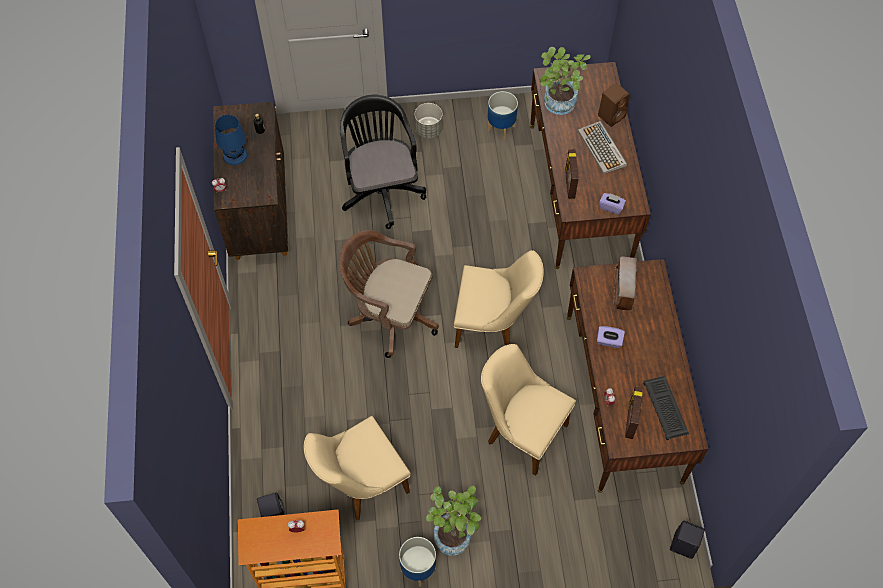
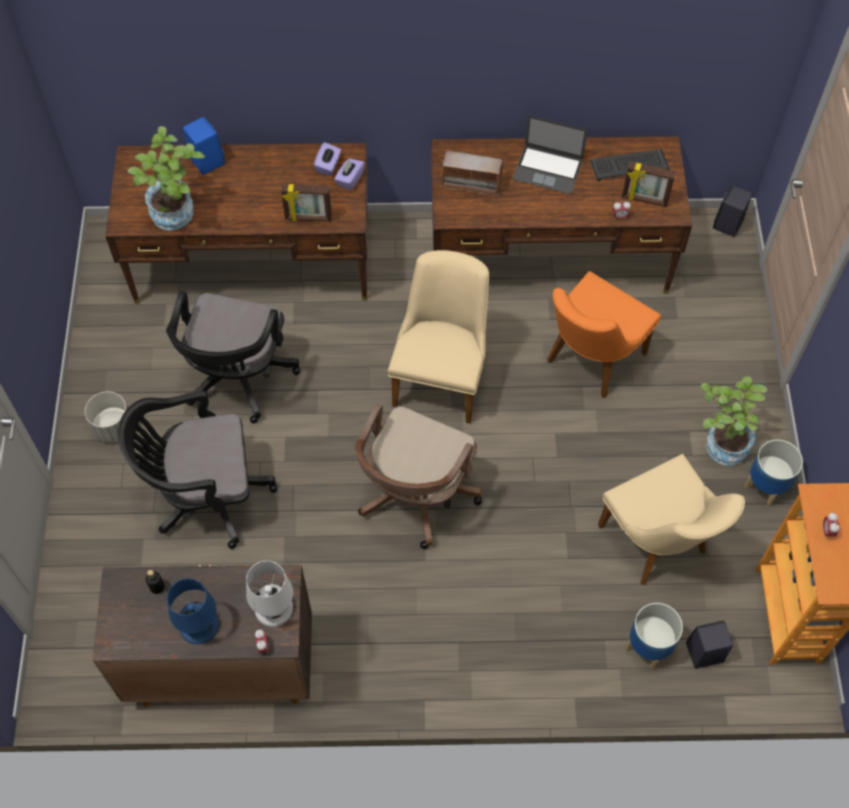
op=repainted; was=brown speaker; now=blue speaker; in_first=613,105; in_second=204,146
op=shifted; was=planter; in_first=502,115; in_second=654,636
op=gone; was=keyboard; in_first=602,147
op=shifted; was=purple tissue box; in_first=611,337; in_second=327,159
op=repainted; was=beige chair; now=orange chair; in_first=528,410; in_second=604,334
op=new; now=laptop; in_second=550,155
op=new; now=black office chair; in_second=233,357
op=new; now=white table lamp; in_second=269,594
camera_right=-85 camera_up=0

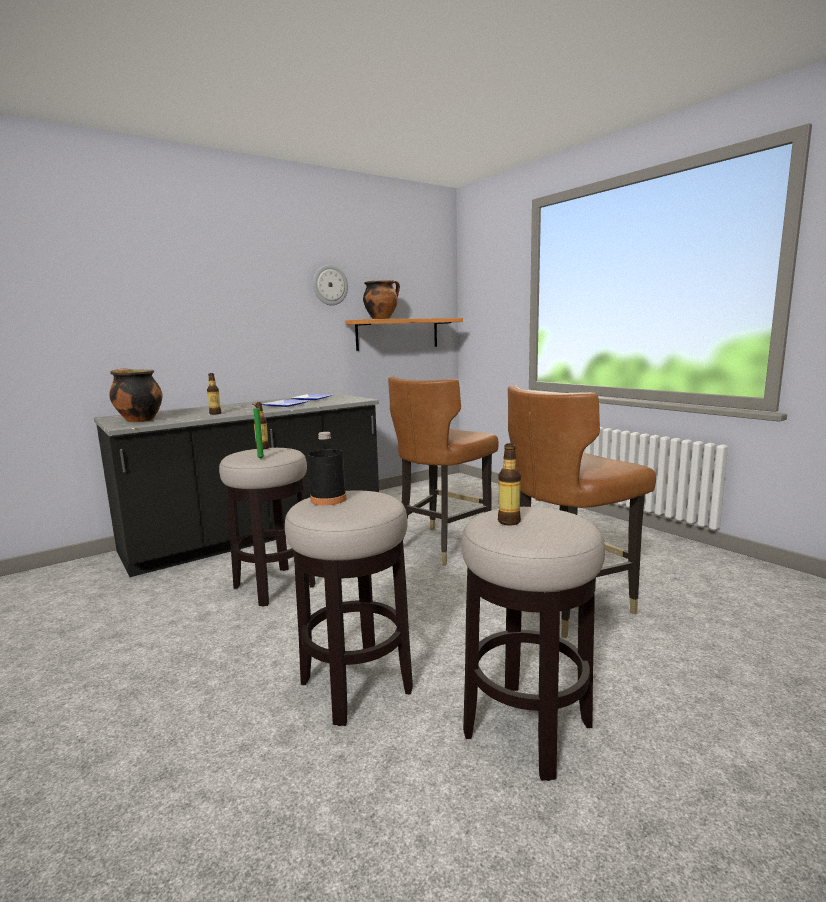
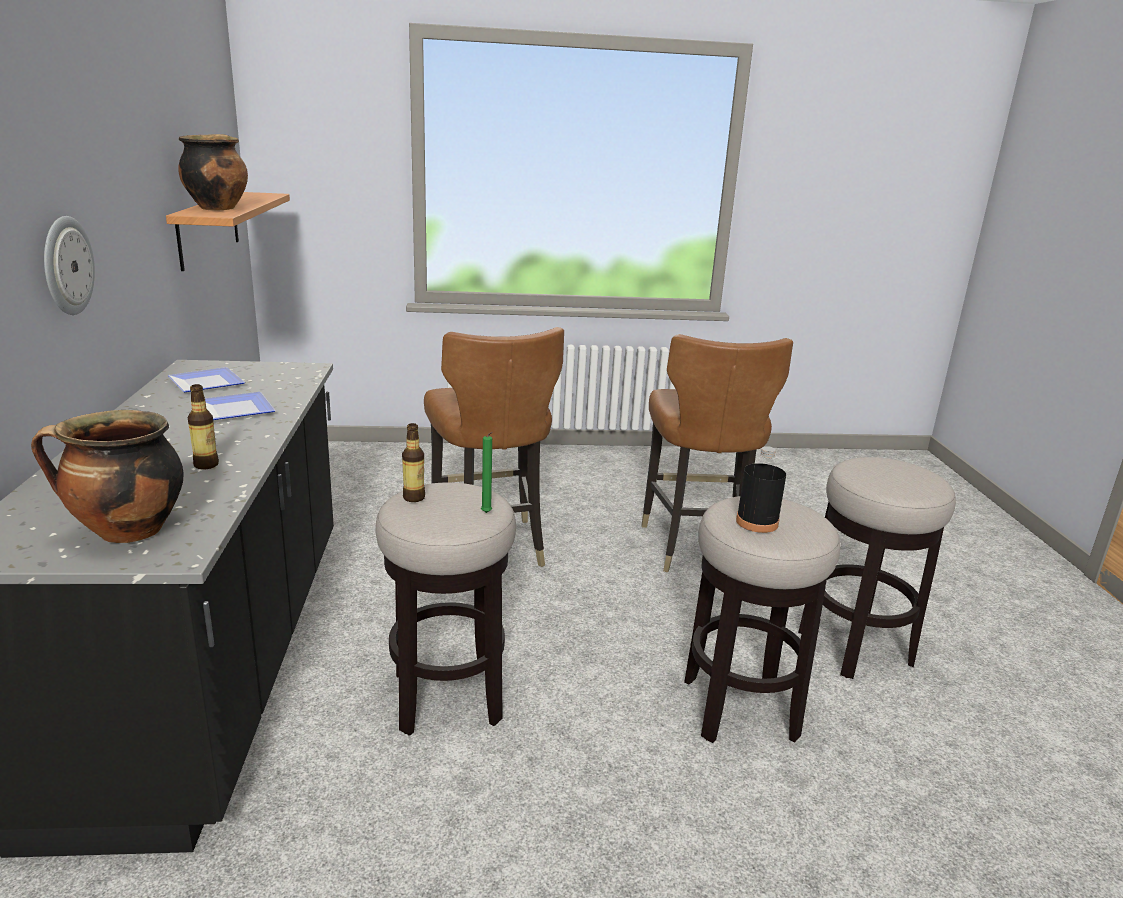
op=shifted; was=wall clock; in_first=330,285; in_second=69,265
op=gone; was=bottle; in_first=509,484
camera_right=-60 camera_up=10

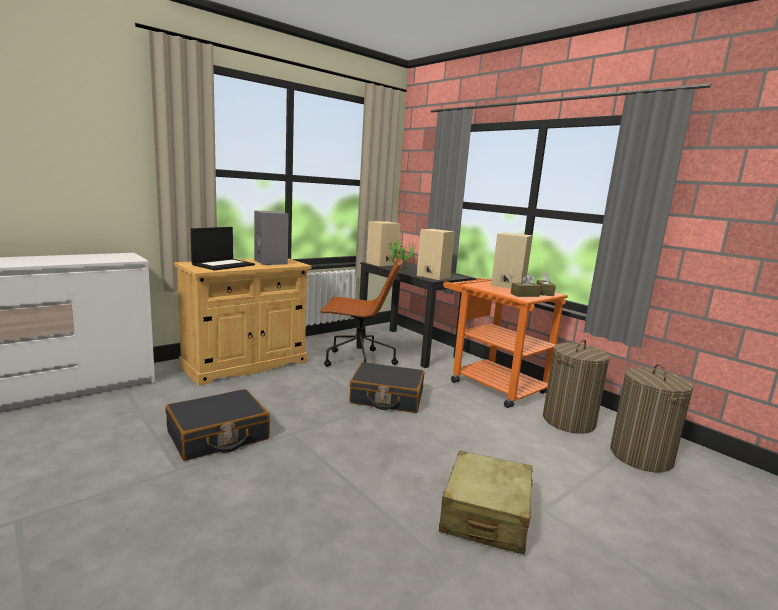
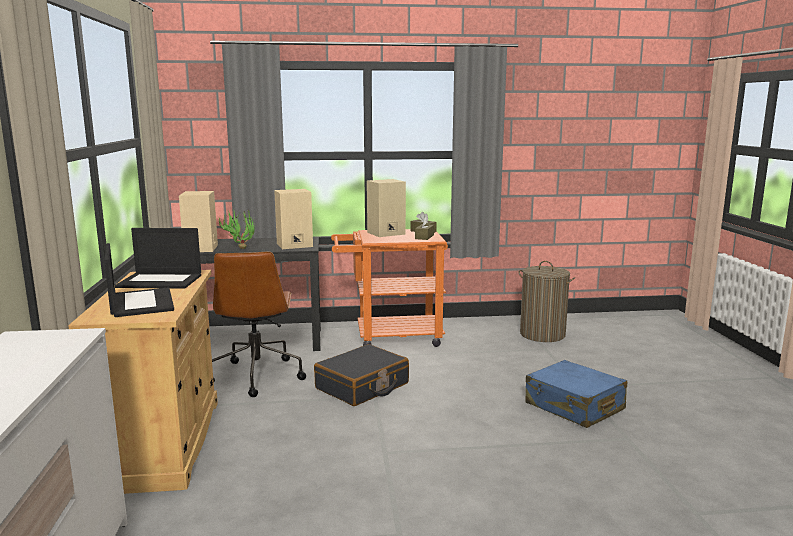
op=swapped; was=grey speaker; now=laptop; in_first=271,238; in_second=158,258
op=rotated; was=brown office chair; in_first=361,312; in_second=259,324; clockwise=135
op=gone; was=laundry basket; in_first=576,387
op=gone; was=black suitcase; in_first=217,425
op=repainted; was=beige suitcase; now=blue suitcase; in_first=485,502; in_second=576,394
camera_right=-55 camera_up=0

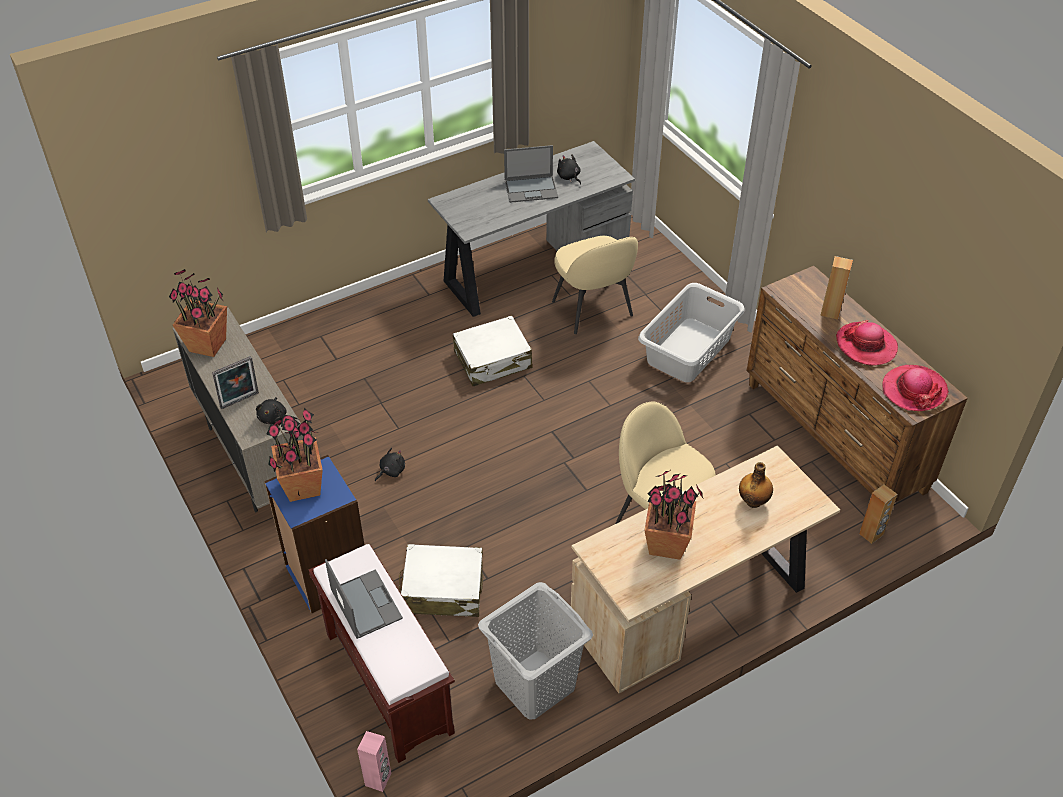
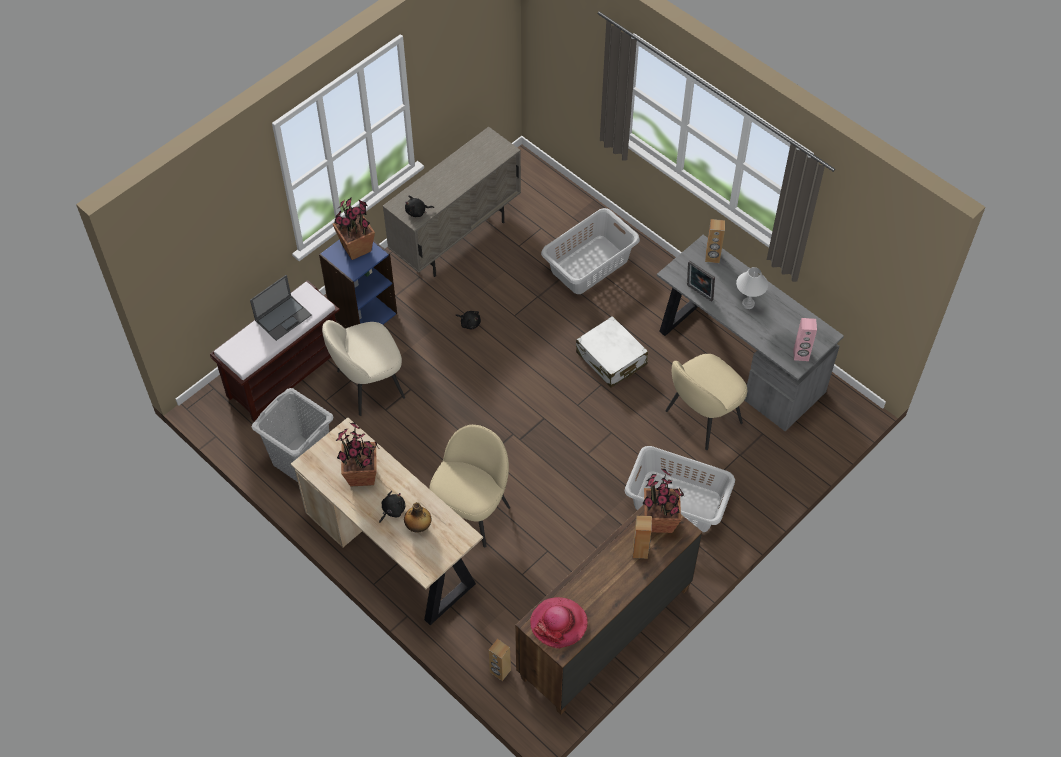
op=swapped; was=laptop; now=white table lamp; in_first=531,174; in_second=752,288
op=shifted; was=black plush toy; in_first=569,169; in_second=392,507
op=shifted; was=potted plant; in_first=198,313; in_second=663,501
op=gone; was=hat; in_first=867,343
op=shifted; was=picture frame; in_first=235,382; in_second=701,281
op=swapped; was=white suitcase; now=beige chair; in_first=441,580; in_second=363,368
op=shifted; was=pink speaker; in_first=374,761; in_second=805,339
op=new; now=grey laundry basket; in_second=590,251
op=new; now=brown speaker; in_second=715,241
camera_right=75 camera_up=10

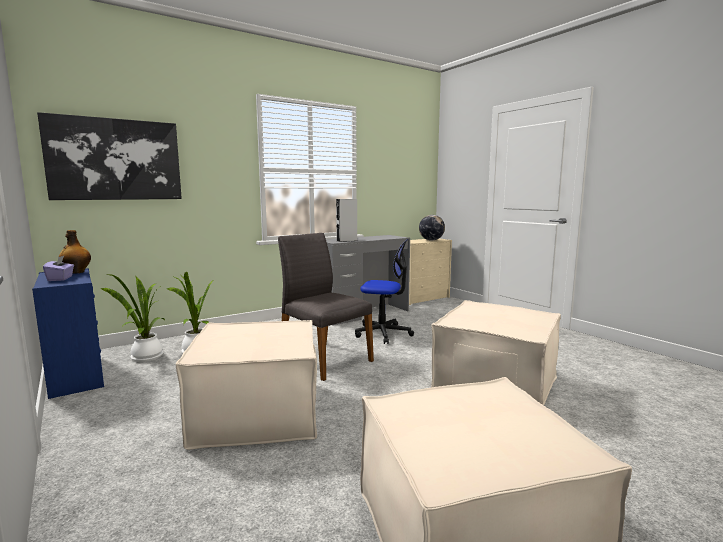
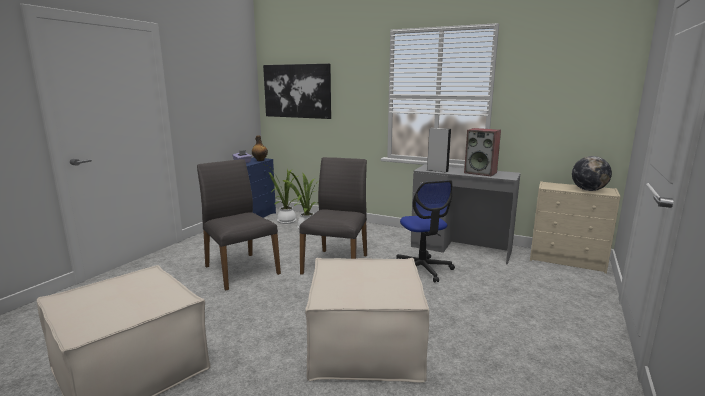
op=swapped; was=beige ottoman; now=grey chair; in_first=246,385; in_second=239,224
op=new; now=speaker; in_second=482,152
camera_right=60 camera_up=5

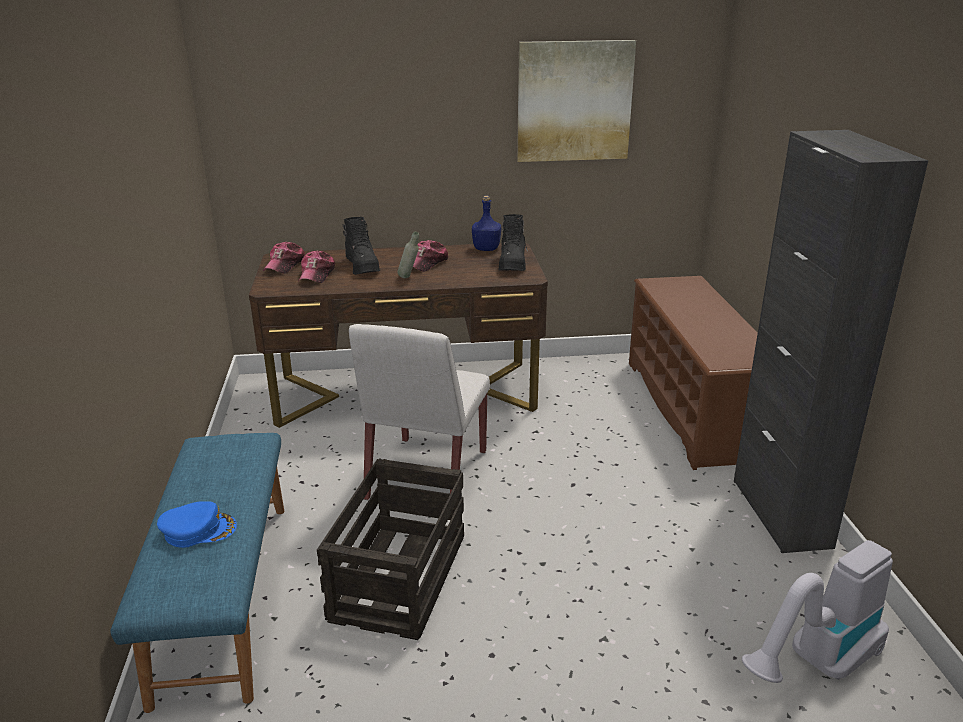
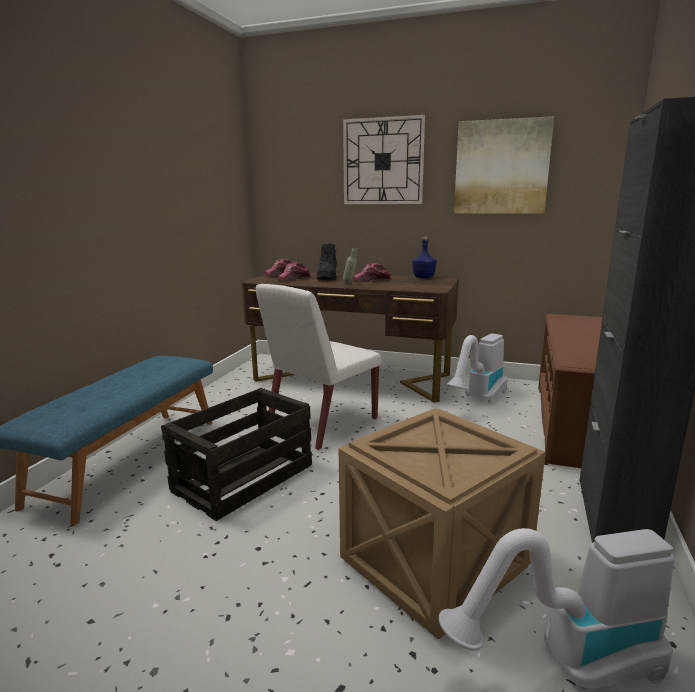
op=gone; was=black boot; in_first=513,242
op=gone; was=blue cap; in_first=197,524
op=new; now=wall clock; in_second=384,159
op=new; now=vacuum cleaner; in_second=477,367
op=new; now=crate; in_second=442,524
camera_right=25 camera_up=-10

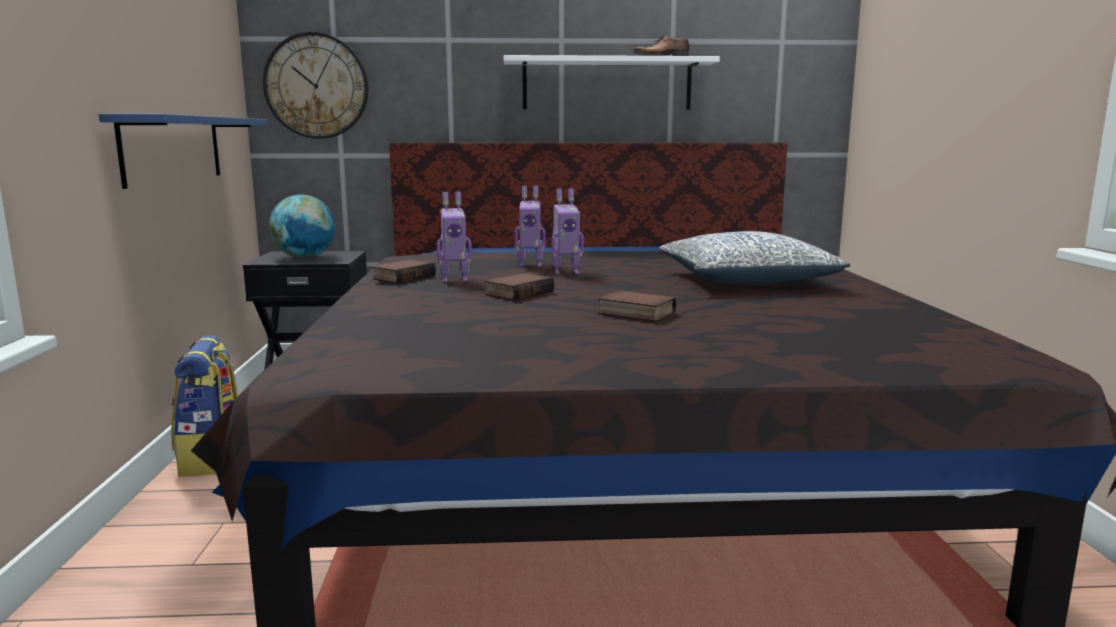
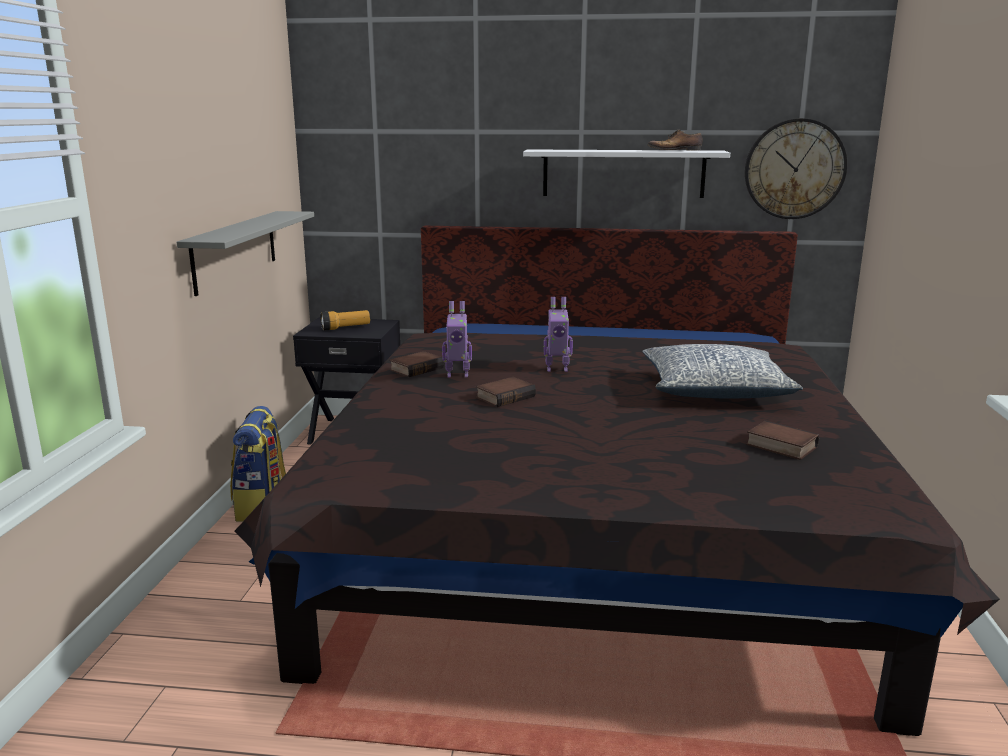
op=shifted; was=wall clock; in_first=315,85; in_second=796,168
op=repainted; was=blue shelf; now=grey shelf; in_first=183,151; in_second=245,253
op=gone; was=toy robot; in_first=530,226
op=swapped; was=globe; now=flashlight; in_first=302,226; in_second=345,320
op=shifted; was=book; in_first=636,306; in_second=782,440
camera_right=10 camera_up=5

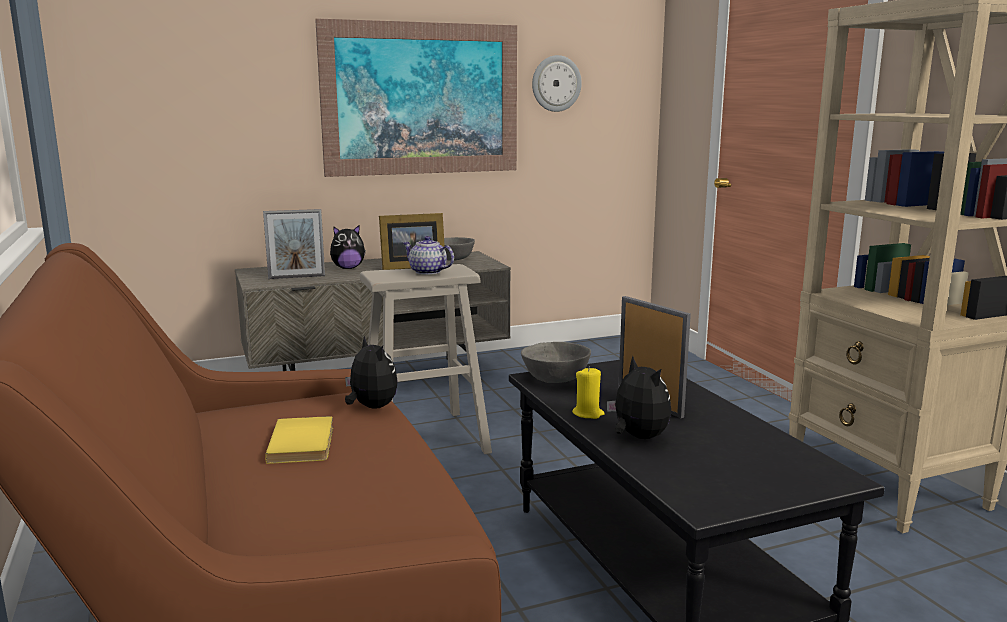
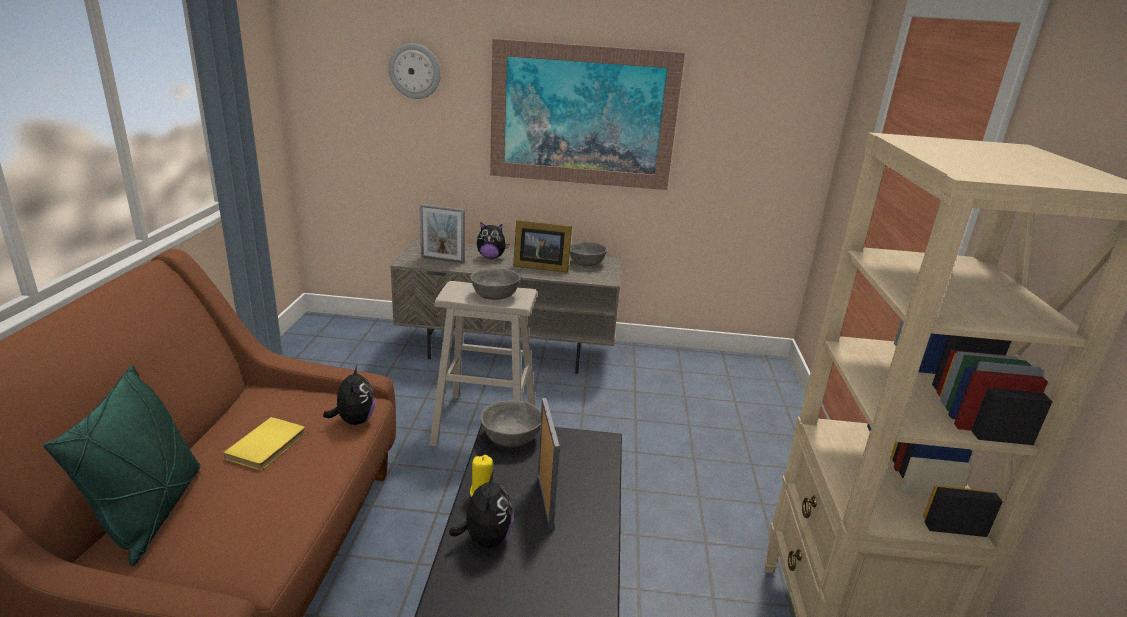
op=shifted; was=wall clock; in_first=557,83; in_second=415,71
op=swapped; was=teapot; now=grey bowl; in_first=428,255; in_second=495,284
op=new; now=green pillow; in_second=121,465
camera_right=25 camera_up=10

